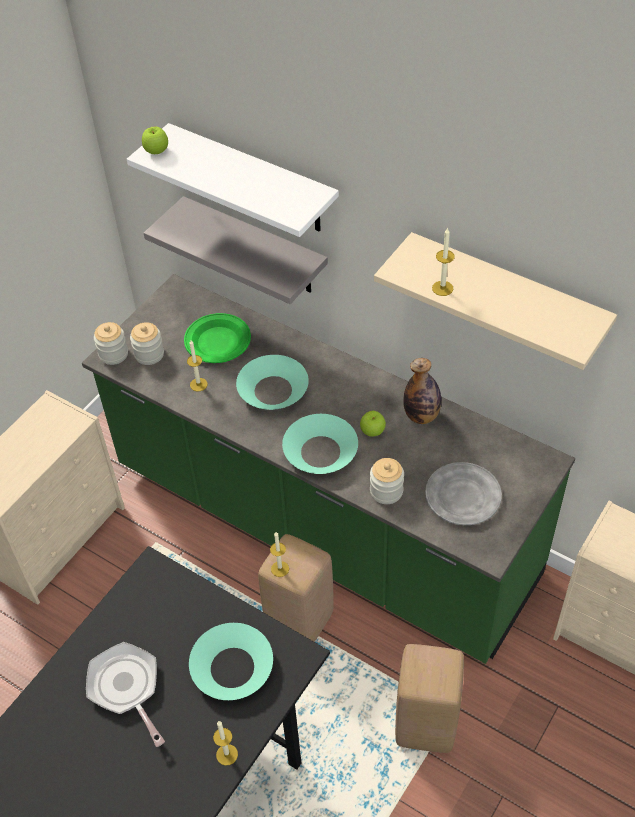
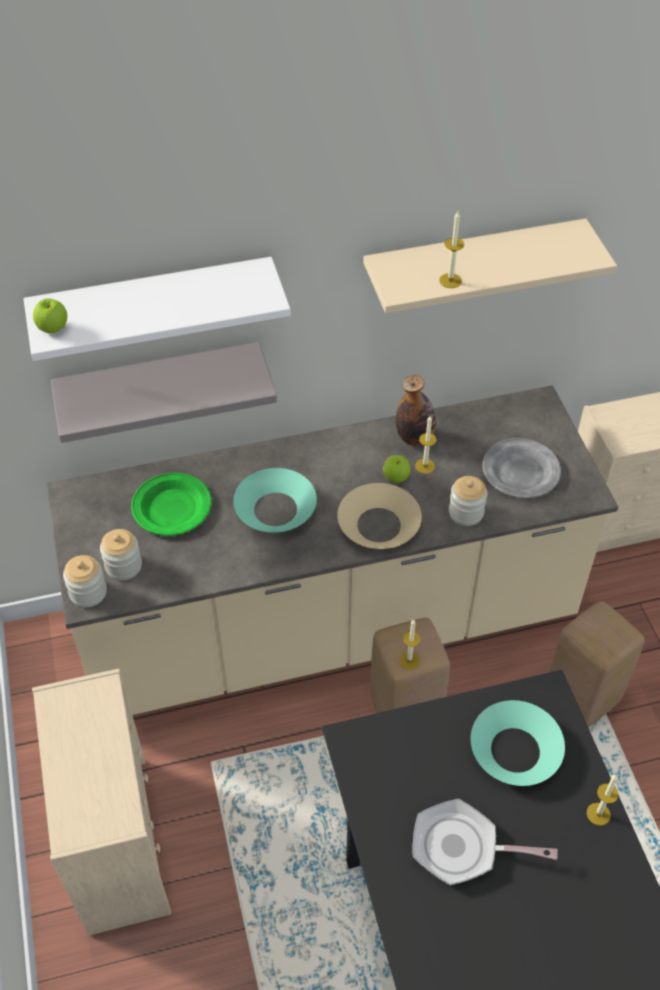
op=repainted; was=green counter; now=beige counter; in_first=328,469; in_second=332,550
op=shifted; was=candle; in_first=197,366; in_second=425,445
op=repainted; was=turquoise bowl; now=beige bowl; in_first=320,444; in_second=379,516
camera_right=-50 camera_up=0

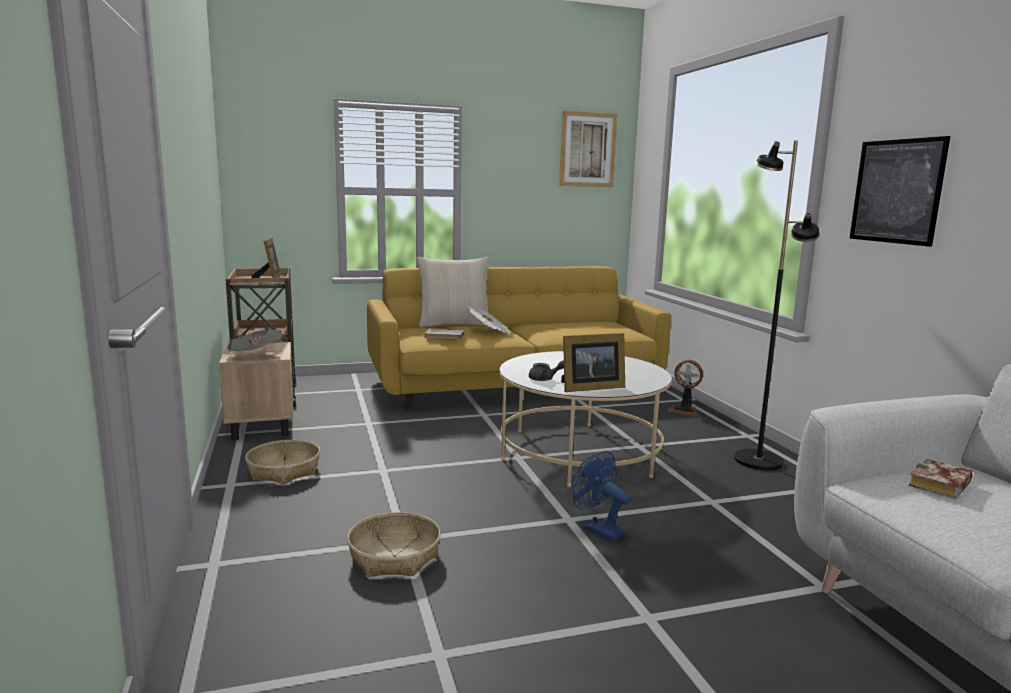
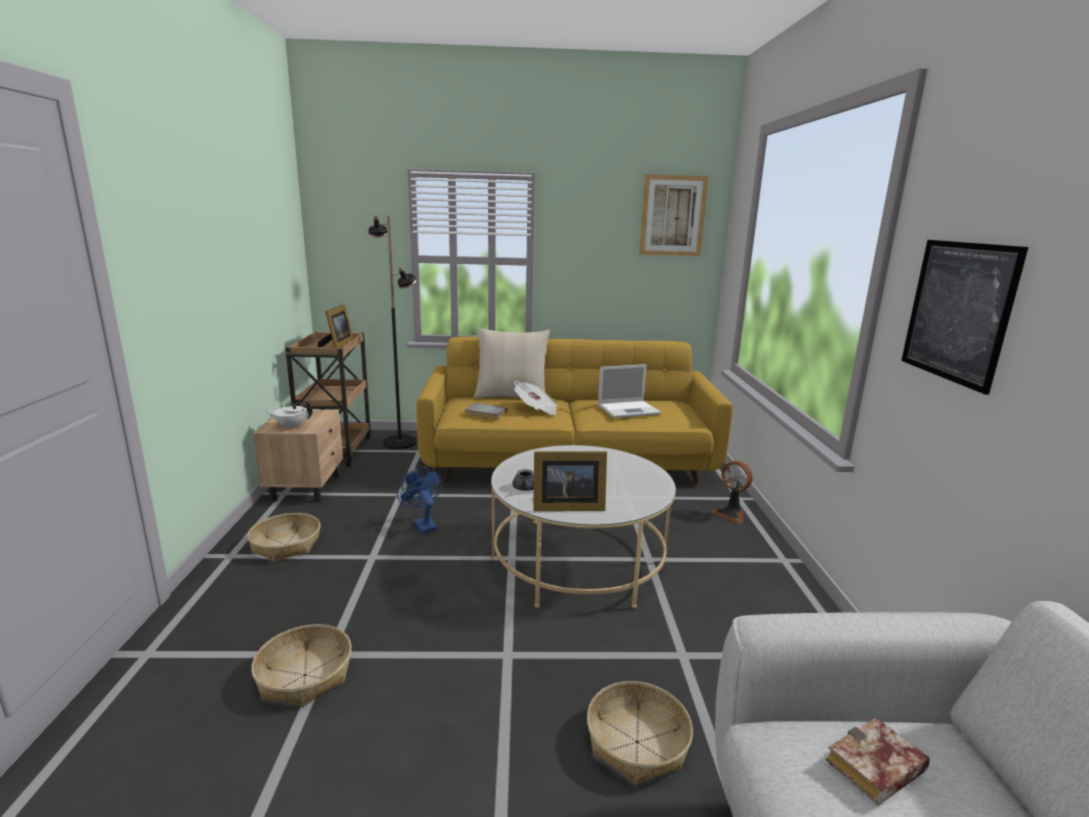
op=shifted; was=black floor lamp; in_first=776,305; in_second=392,332
op=swapped; was=newspaper; now=white teapot; in_first=255,340; in_second=289,415
op=shifted; was=blue fan; in_first=601,496; in_second=420,500
op=new; now=laptop; in_second=629,391
op=new; now=basket; in_second=640,733
camera_right=15 camera_up=5

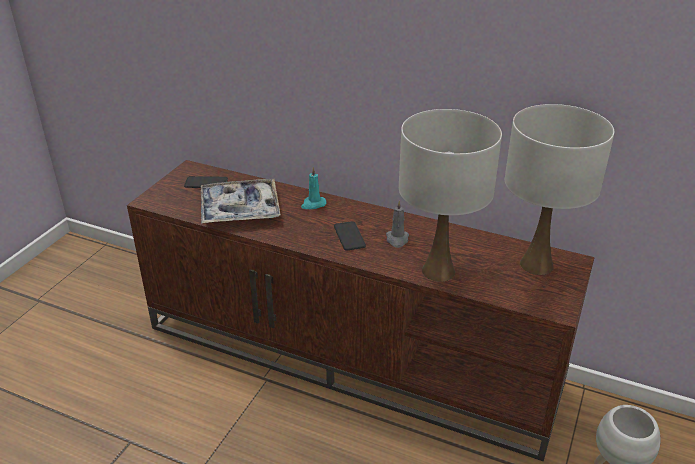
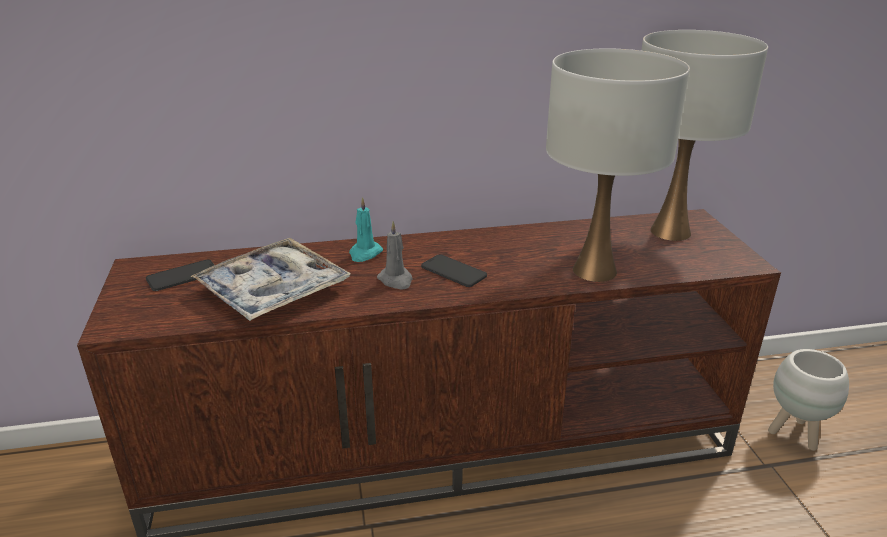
op=shifted; was=grey candle; in_first=397,224; in_second=395,255
camera_right=-35 camera_up=-5

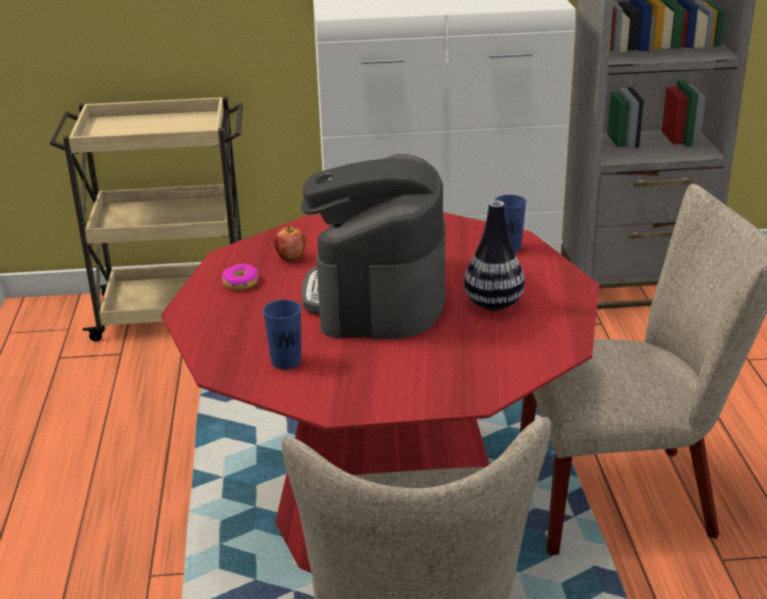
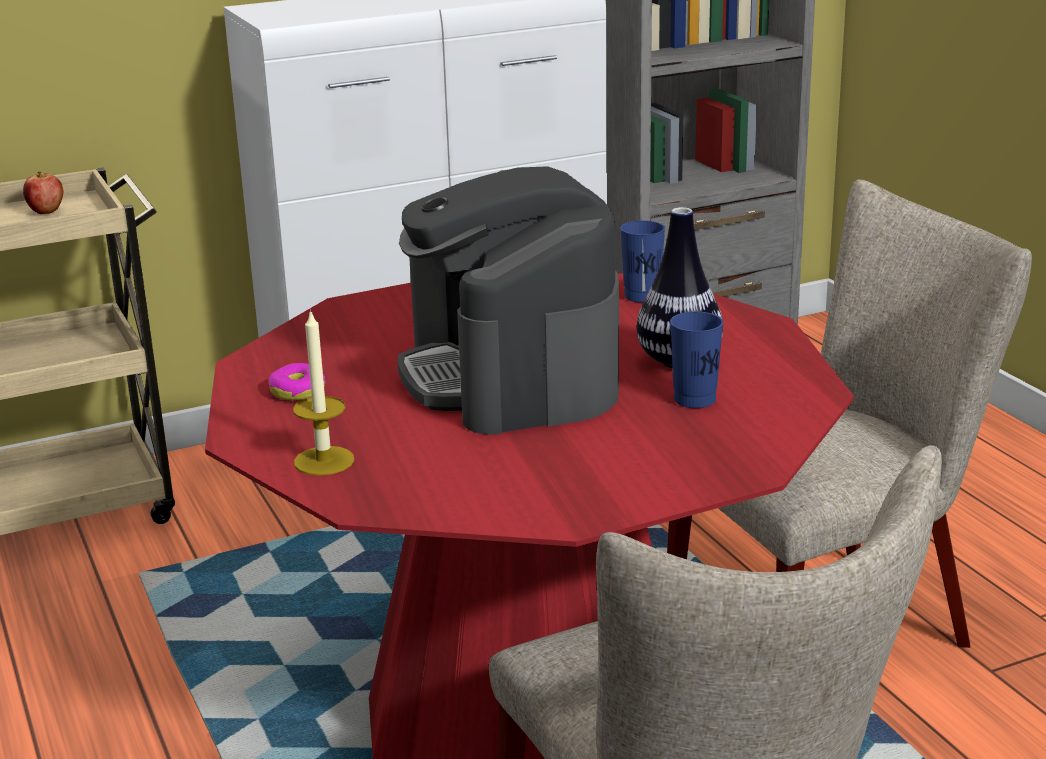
op=shifted; was=apple; in_first=290,243; in_second=43,193
op=shifted; was=blue cup; in_first=282,334; in_second=696,360
op=new; now=candle; in_second=323,392
camera_right=-20 camera_up=-5

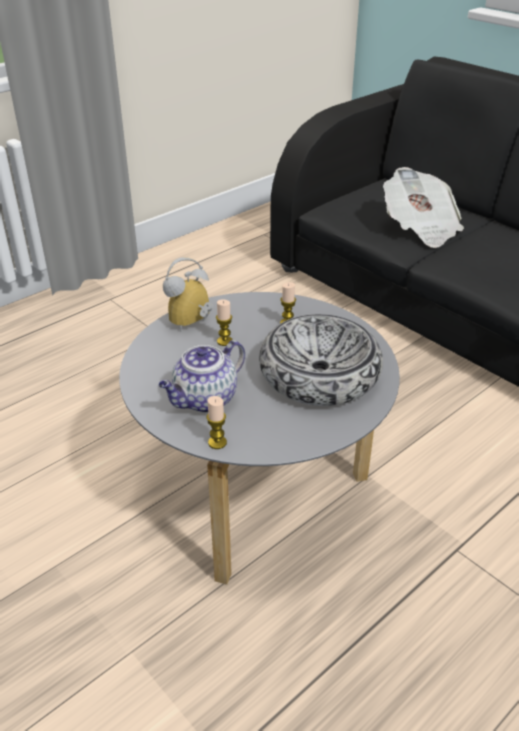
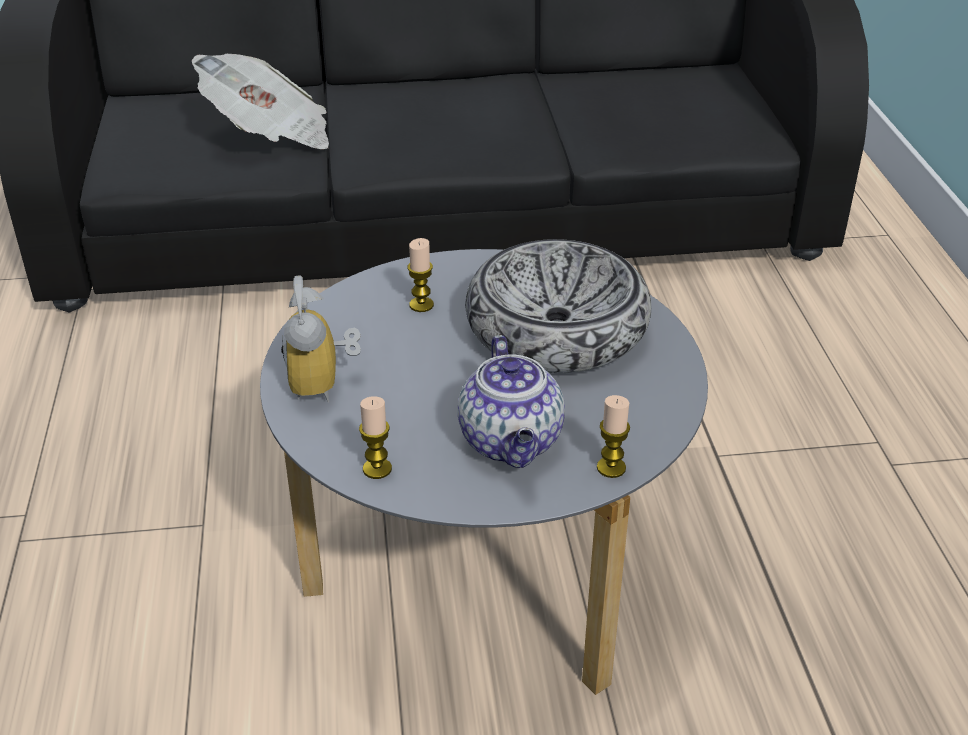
op=shifted; was=candle; in_first=224,322; in_second=375,437
camera_right=-55 camera_up=0

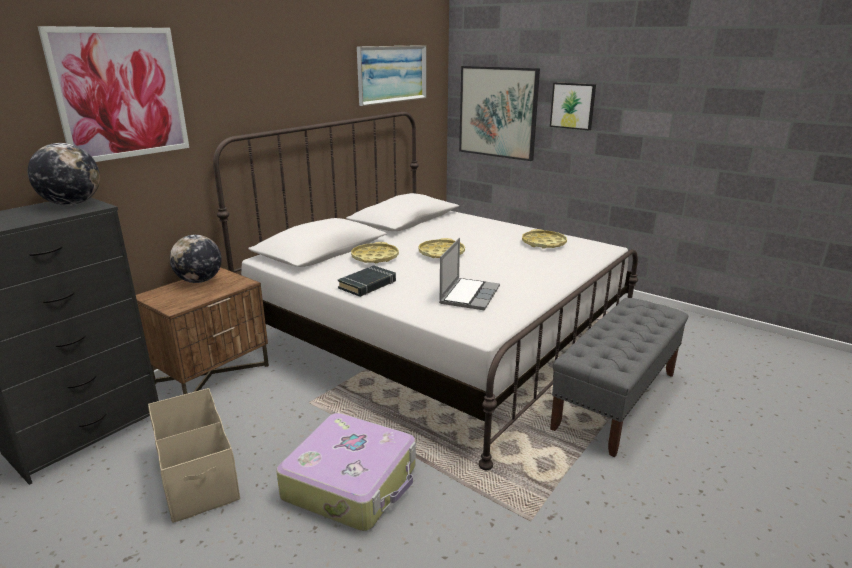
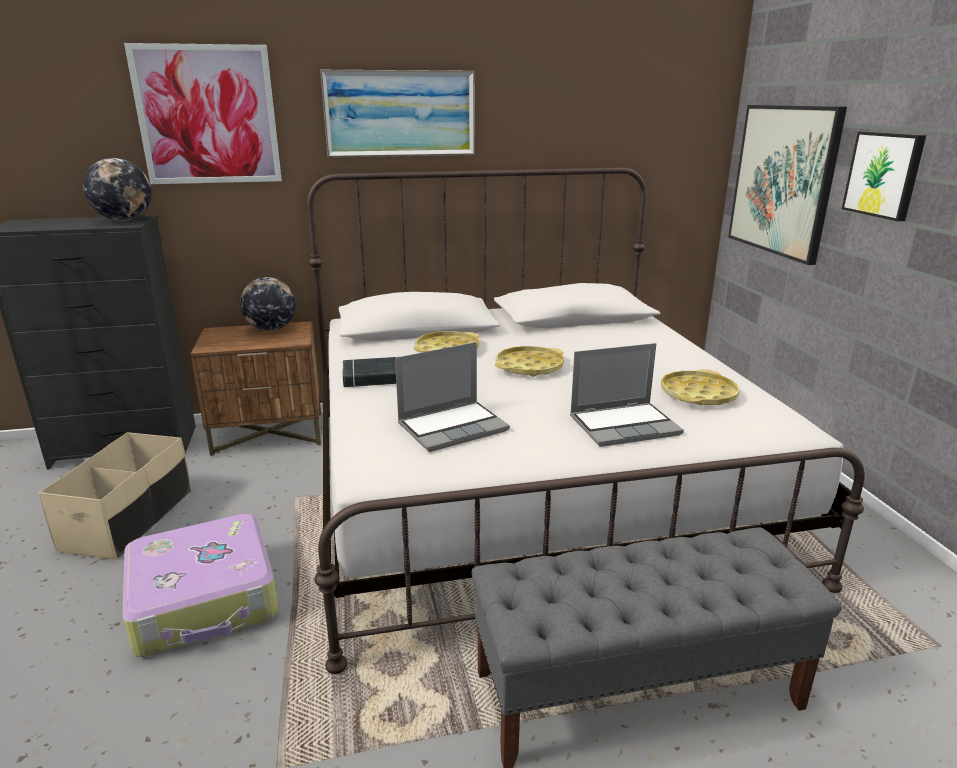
op=shifted; was=picture; in_first=391,75; in_second=397,114
op=new; now=laptop; in_second=627,395
camera_right=40 camera_up=0

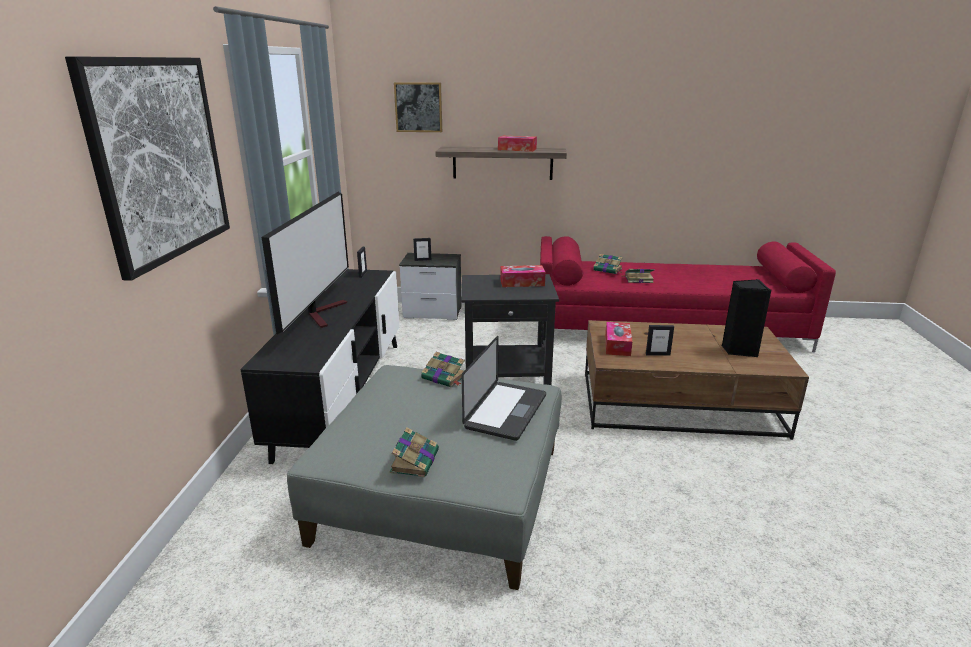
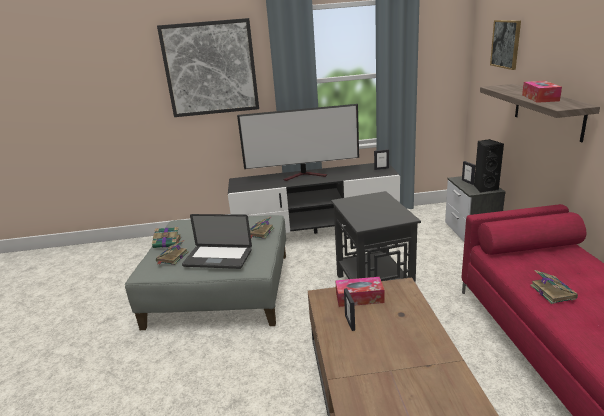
op=shifted; was=book; in_first=608,264; in_second=172,252
op=gone; was=tissue box; in_first=523,276
op=shifted; was=black speaker; in_first=747,318; in_second=489,166
camera_right=80 camera_up=0

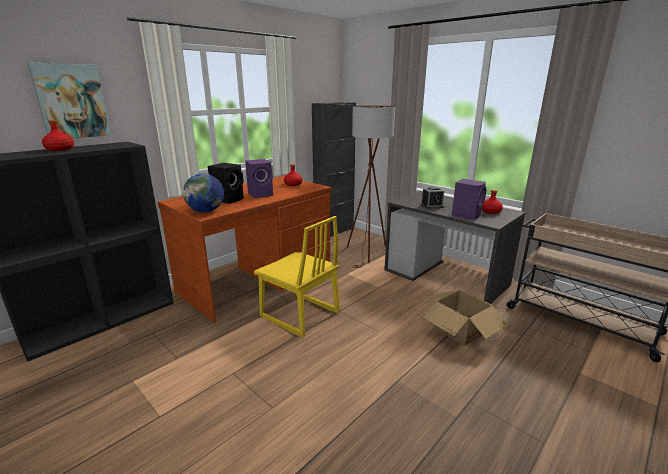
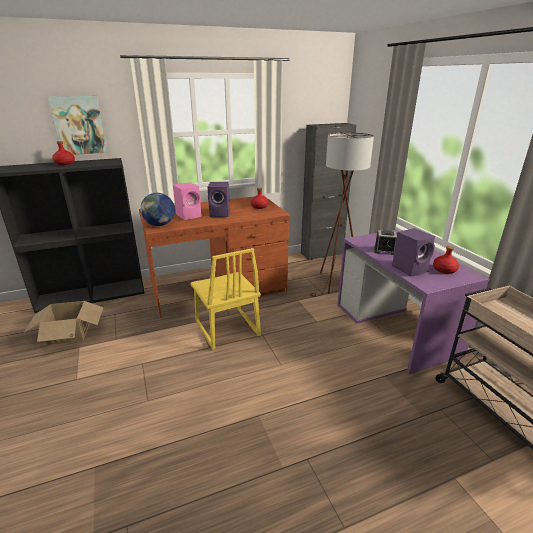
op=repainted; was=black speaker; now=pink speaker; in_first=226,183; in_second=187,201
op=repainted; was=grey desk; now=purple desk; in_first=455,247; in_second=413,302
op=shifted; was=cardboard box; in_first=465,318; in_second=64,323
camera_right=25 camera_up=5

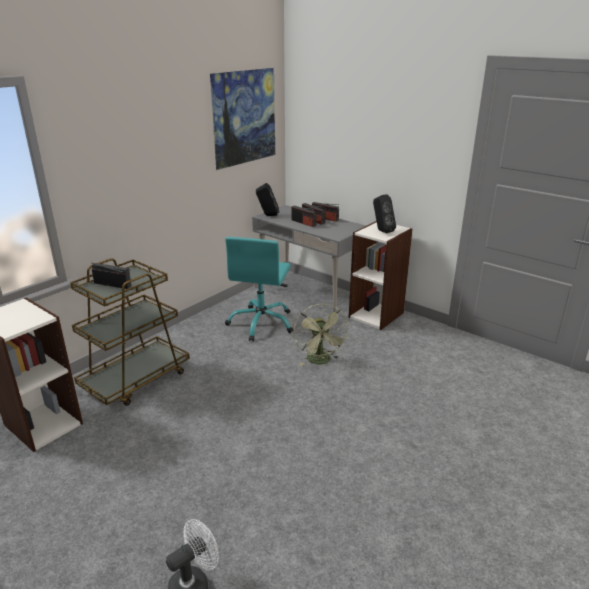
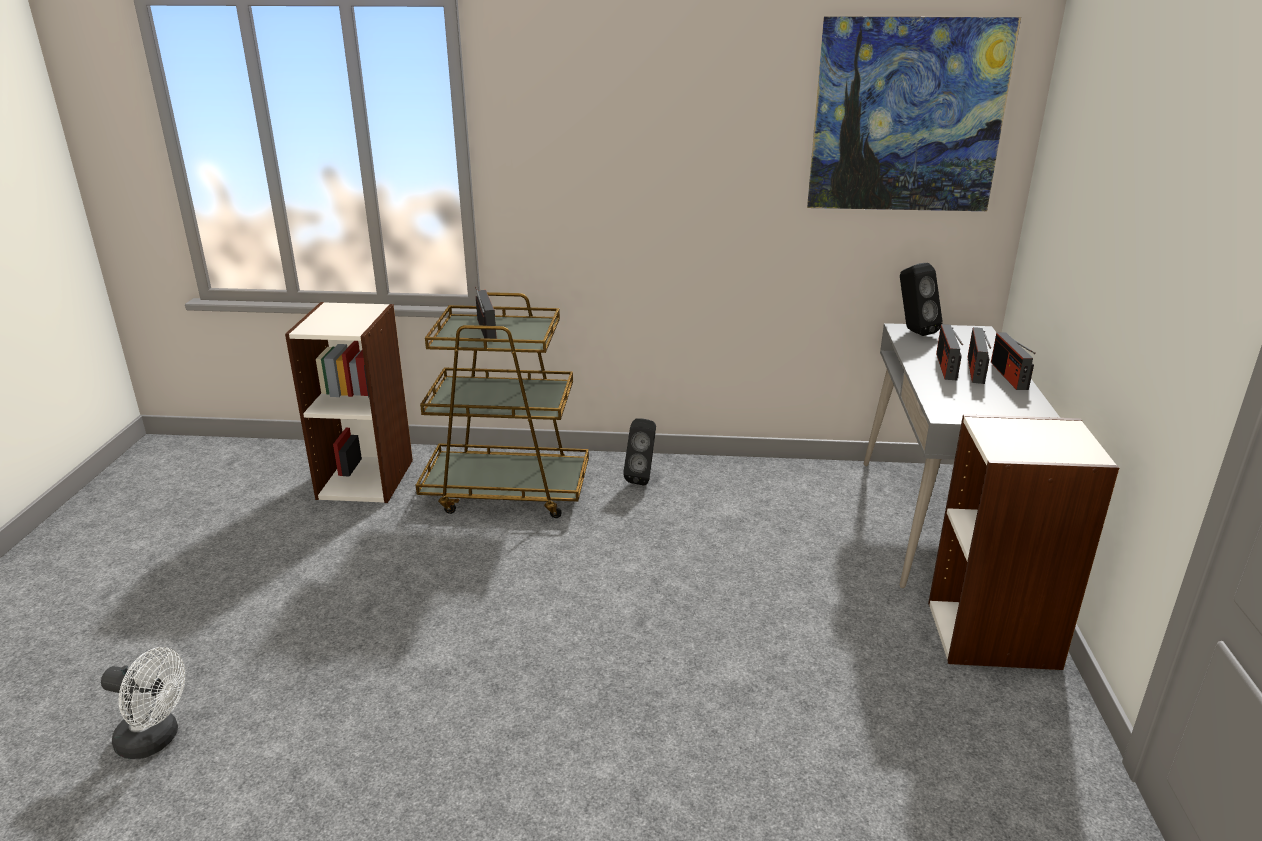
op=shifted; was=black speaker; in_first=384,214; in_second=639,452
op=gone; was=turquoise office chair; in_first=259,289
op=gone; was=green fan; in_first=321,335
camera_right=55 camera_up=0

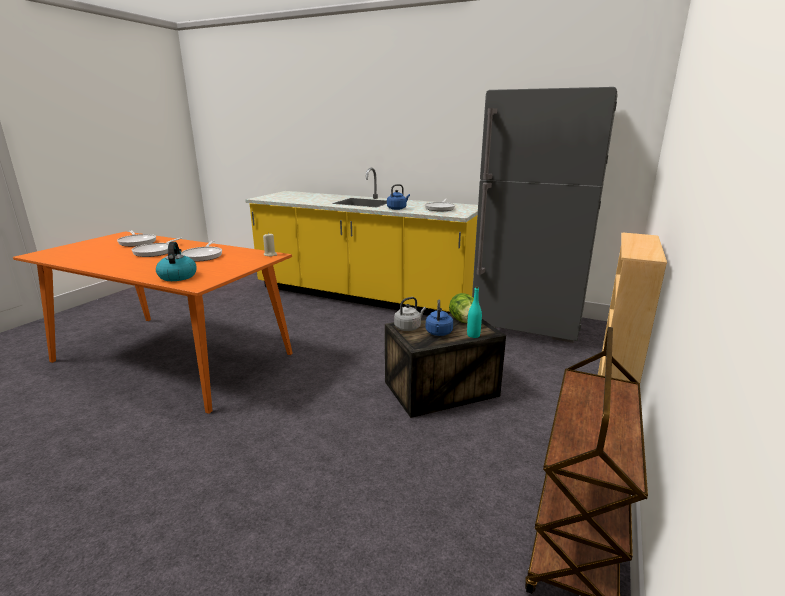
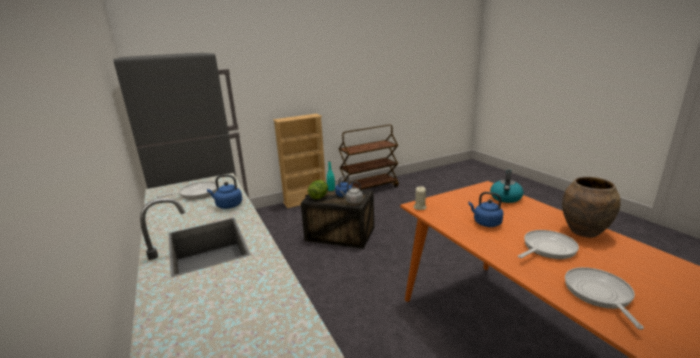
op=swapped; was=frying pan; now=blue kettle; in_first=201,251; in_second=485,209
op=new; now=brown vase; in_second=591,207
camera_right=-140 camera_up=0

